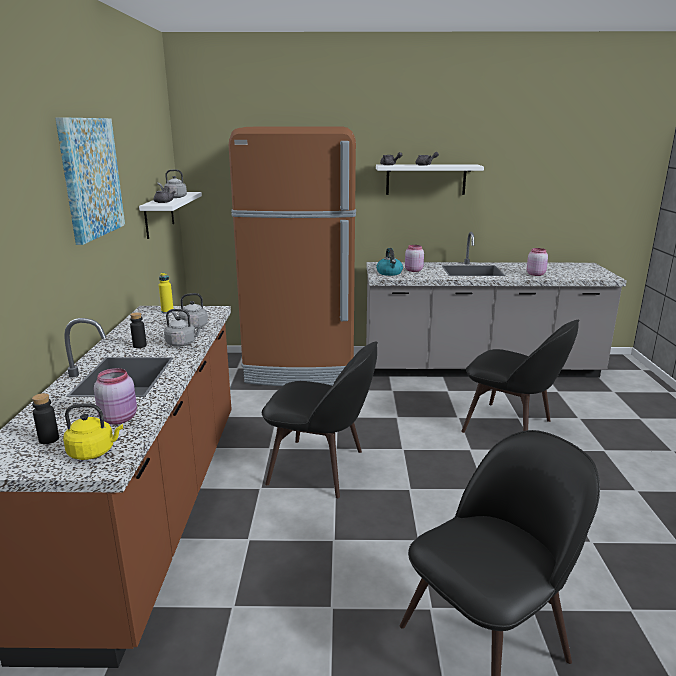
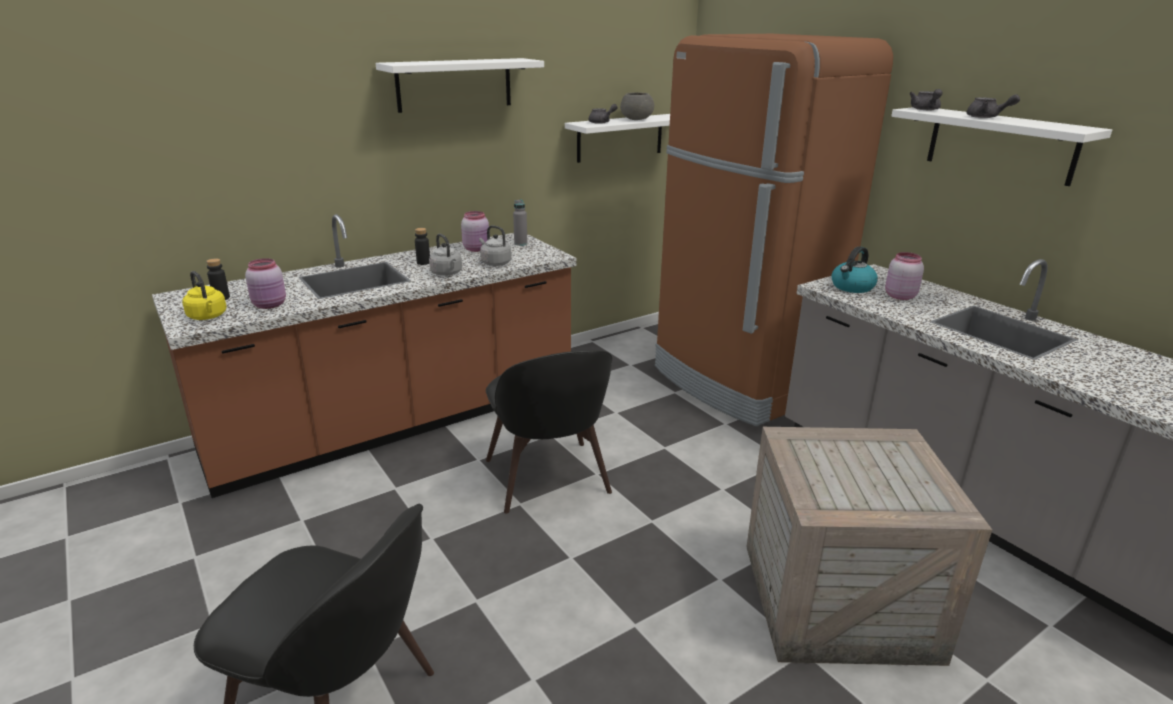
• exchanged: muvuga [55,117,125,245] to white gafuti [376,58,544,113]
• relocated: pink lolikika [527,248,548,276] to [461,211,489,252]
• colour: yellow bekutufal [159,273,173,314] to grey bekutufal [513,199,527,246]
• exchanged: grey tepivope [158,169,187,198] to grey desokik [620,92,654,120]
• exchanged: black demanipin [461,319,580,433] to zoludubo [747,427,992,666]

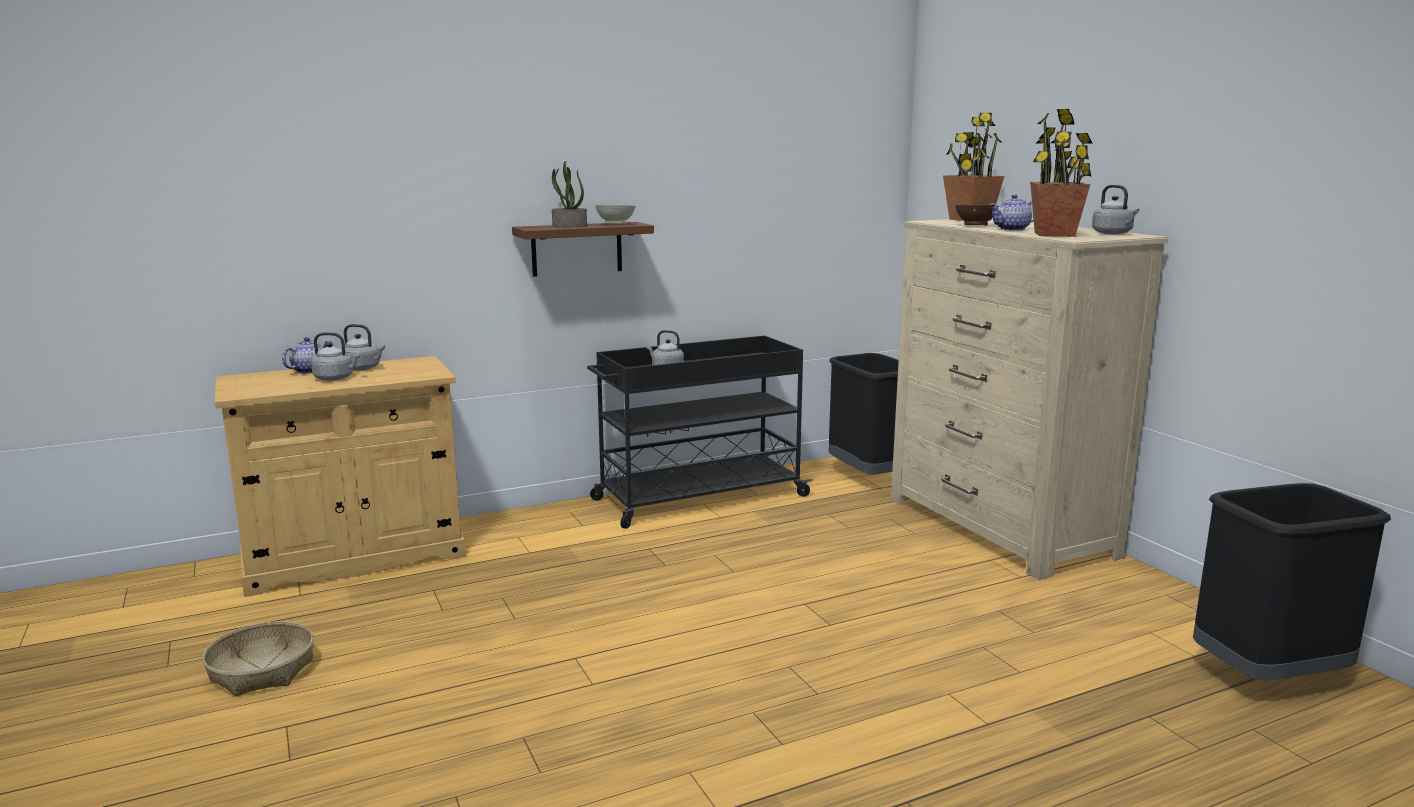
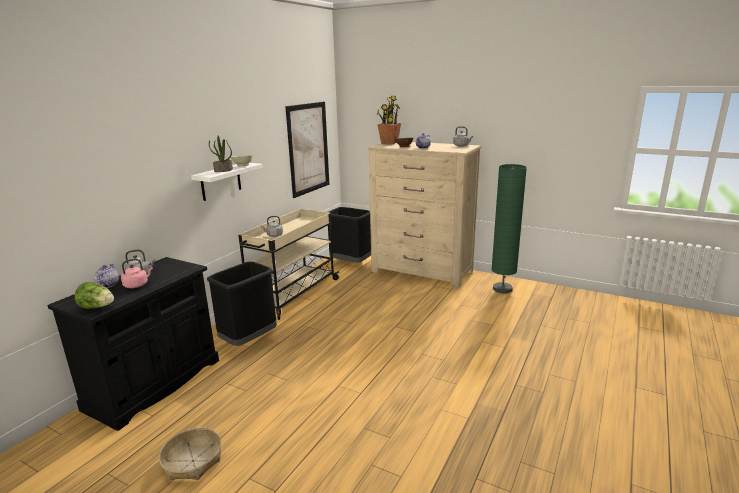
• colour: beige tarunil [215,356,466,597] to black tarunil [47,257,219,431]
• appeared: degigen [75,282,114,309]
• colour: grey tepivope [311,332,361,381] to pink tepivope [121,258,153,288]
• colour: brown gafuti [512,222,654,277] to white gafuti [191,163,263,201]
• relocated: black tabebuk [1193,483,1391,680] to [207,261,277,346]
• colour: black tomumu [587,336,813,529] to beige tomumu [238,209,339,320]
• appeared: muvuga [285,101,330,198]
• appeared: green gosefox [492,164,527,294]
• missing: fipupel [1030,109,1092,237]

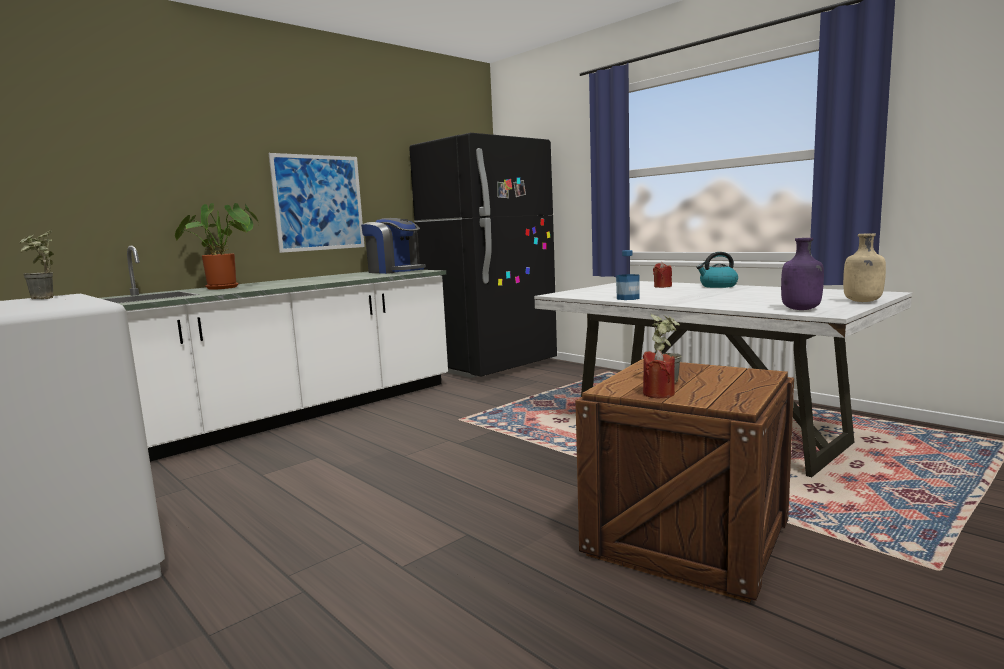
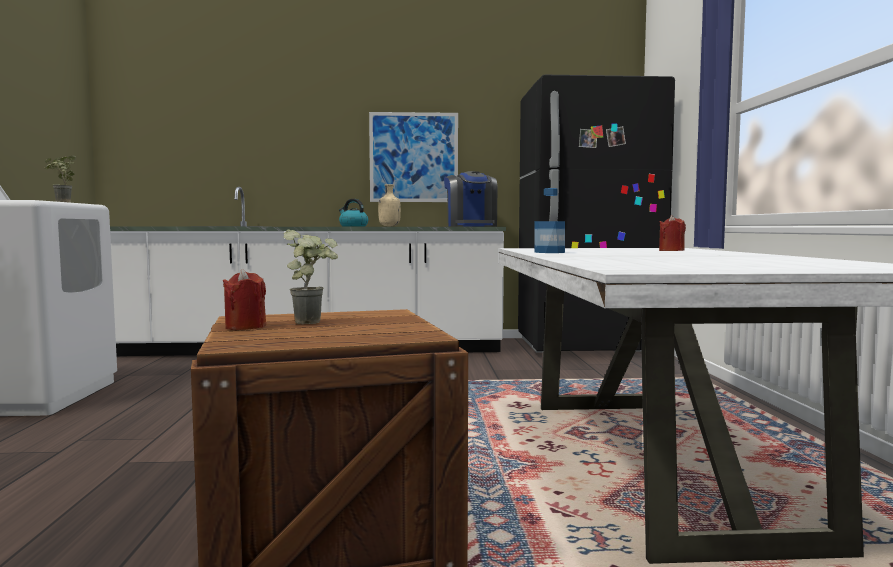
• relocated: tepivope [696,252,738,288] to [339,199,368,226]
• relocated: beige bekutufal [843,233,886,302] to [378,184,401,227]
• missing: fipupel [175,203,259,290]
• missing: purple bekutufal [781,238,824,310]

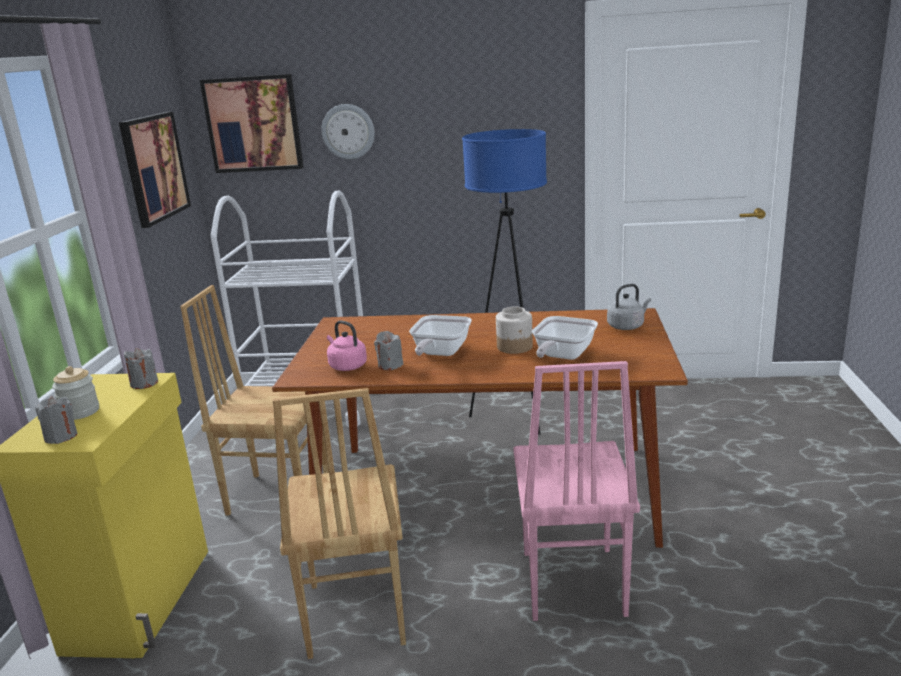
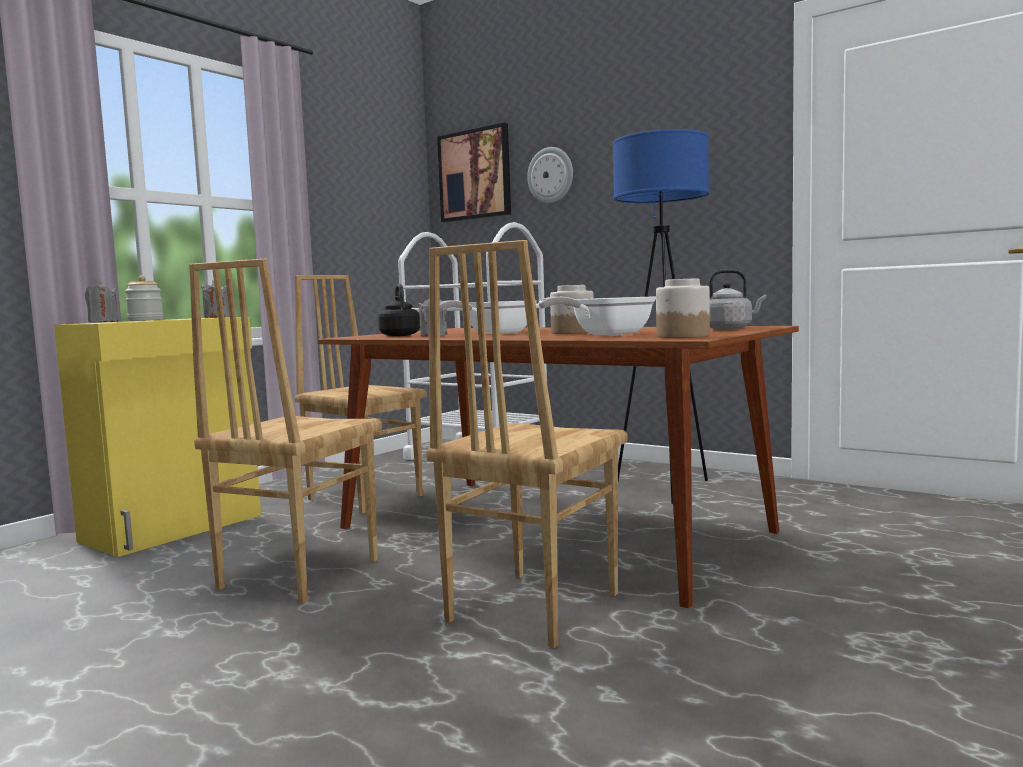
• colour: pink tepivope [327,320,367,371] to black tepivope [378,284,420,336]
• colour: pink demanipin [513,361,640,621] to brown demanipin [426,240,628,648]
• appeared: lolikika [656,278,710,338]
• missing: muvuga [119,112,191,228]

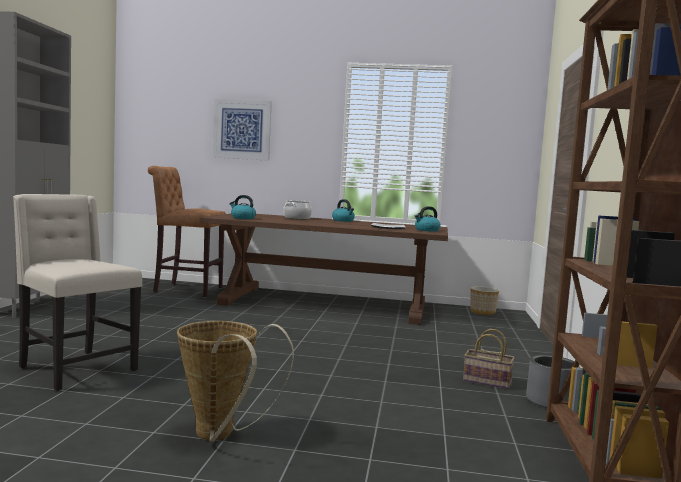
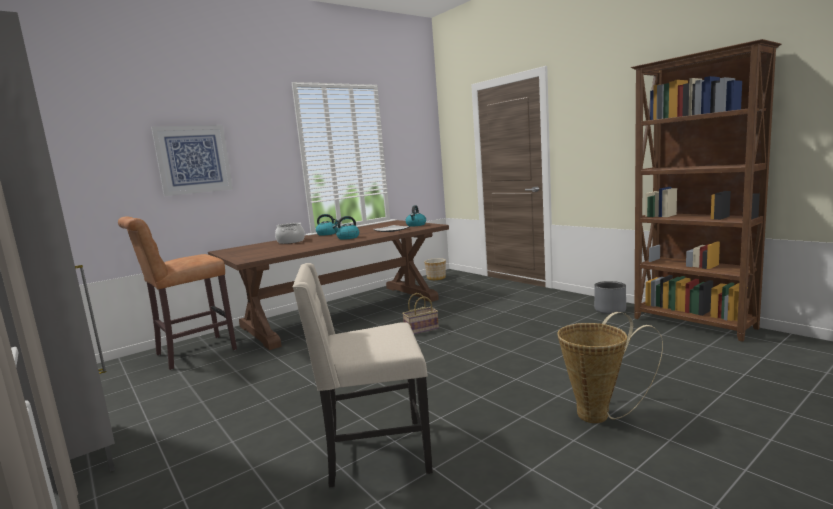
• relocated: tepivope [230,195,256,219] to [333,216,359,240]
• relocated: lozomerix [463,329,515,389] to [402,293,439,334]

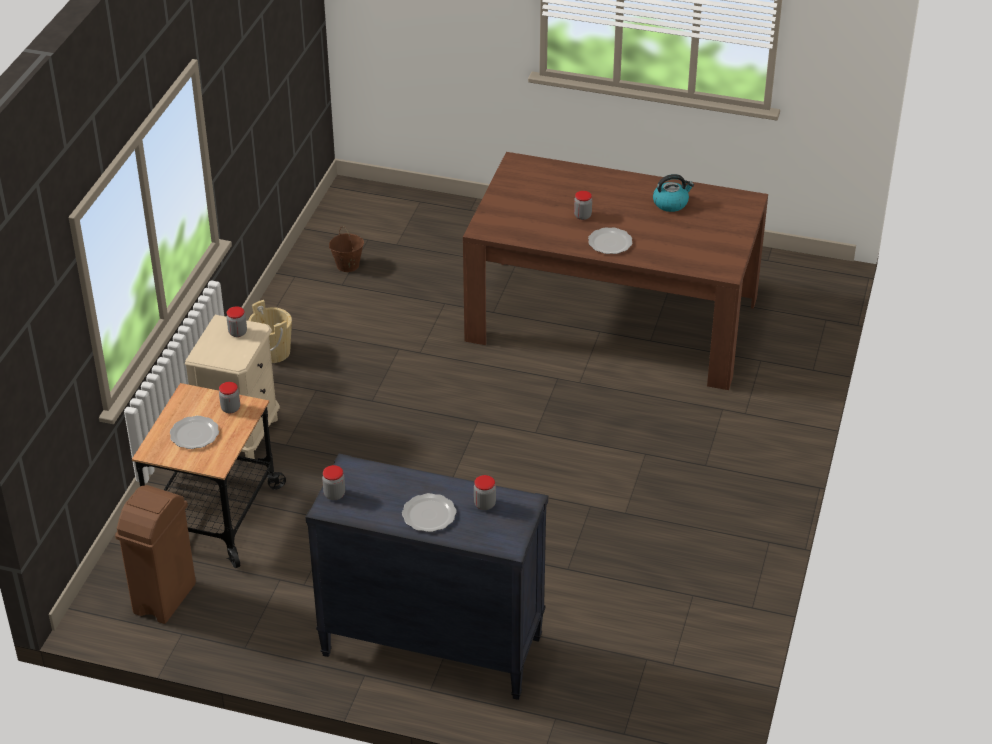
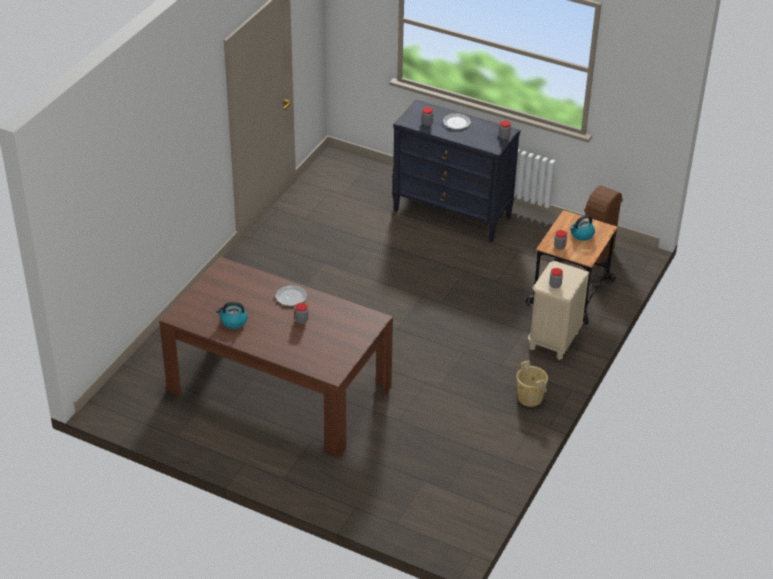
• exchanged: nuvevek [170,416,219,449] to tepivope [570,215,595,241]
• missing: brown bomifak [329,227,364,272]

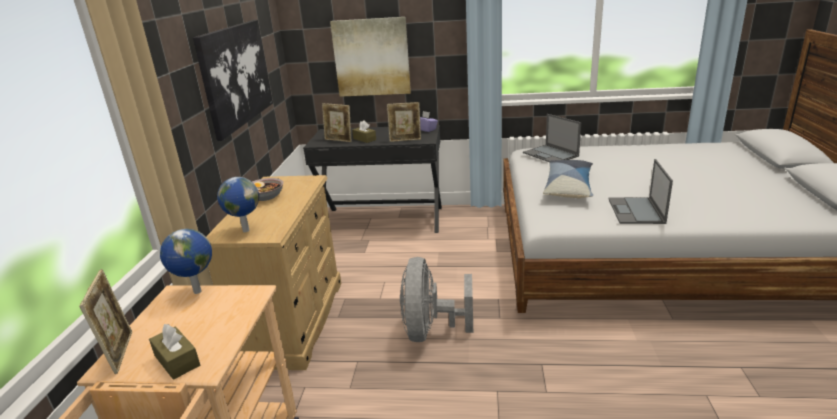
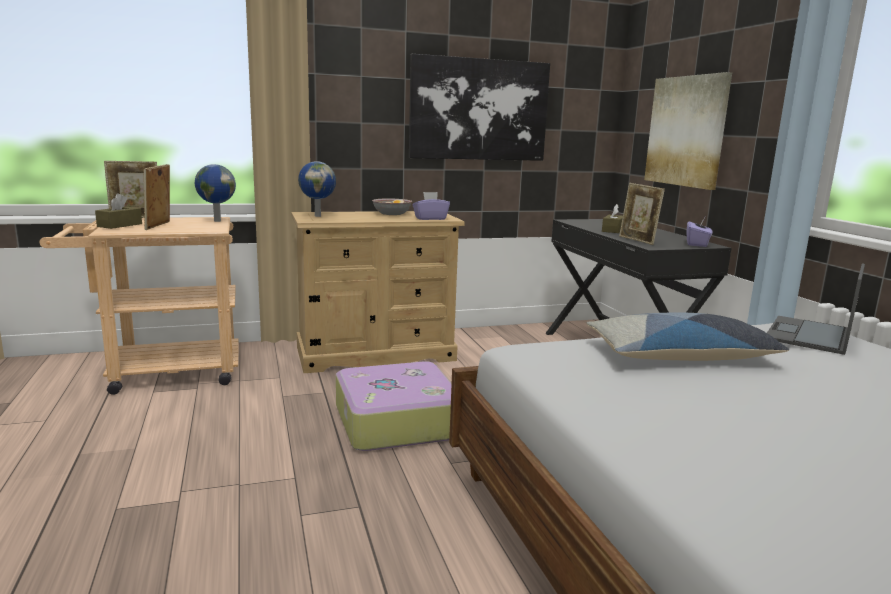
• relocated: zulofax [322,103,352,142] to [143,164,170,230]
• exchanged: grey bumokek [400,257,473,342] to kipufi [336,361,452,451]
• appeared: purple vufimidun [413,192,450,220]
• missing: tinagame [608,159,673,224]

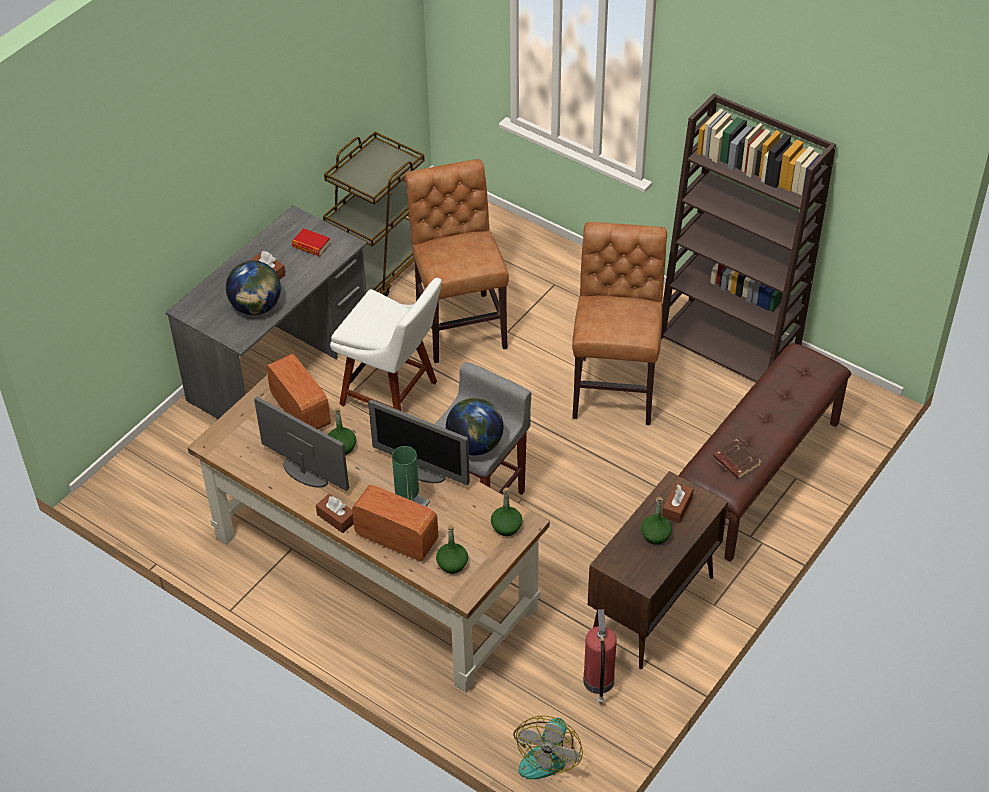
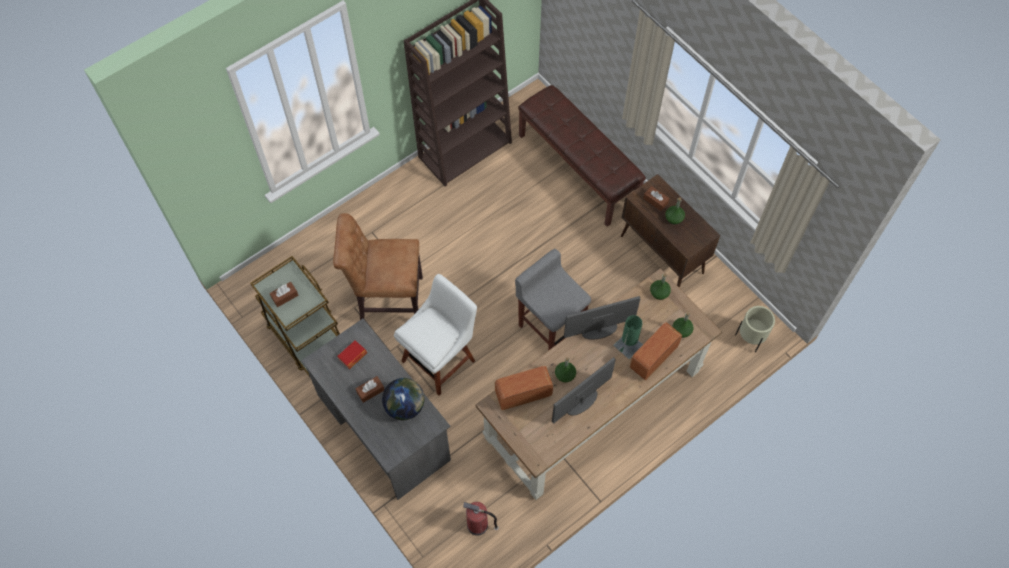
• relocated: brown vufimidun [316,494,354,533] to [270,282,299,307]
• relocated: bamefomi [583,609,617,704] to [463,502,499,536]
• spun: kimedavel [368,399,470,485] = [564,296,640,340] 150 degrees counterclockwise
• exchanged: bumokek [513,715,583,779] to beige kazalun [735,306,775,352]
• missing: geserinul [446,398,503,456]
• missing: brown demanipin [572,222,667,425]
• missing: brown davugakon [713,439,762,479]

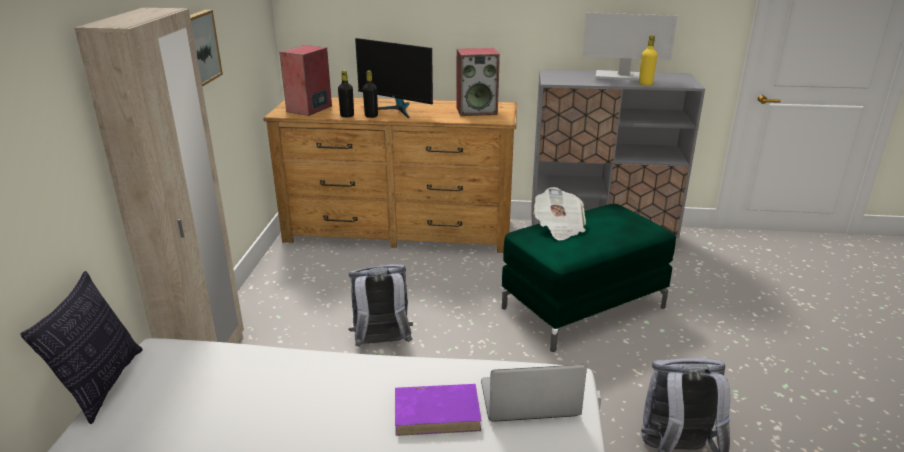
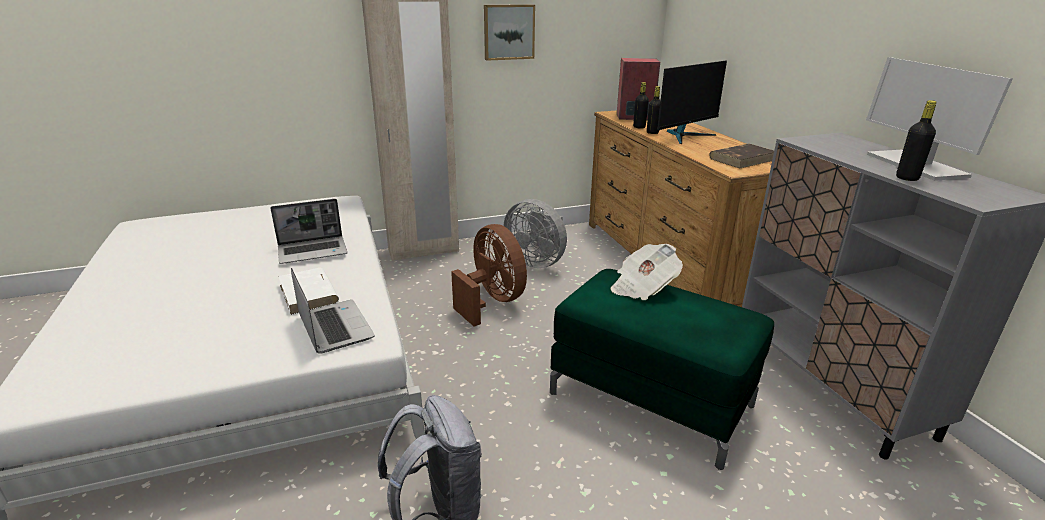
• appeared: tinagame [270,199,347,264]
• colour: purple davugakon [395,384,482,436] to white davugakon [278,268,339,315]
• exchanged: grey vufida [348,264,413,347] to brown bumokek [451,224,527,327]
• appeared: grey bumokek [504,199,567,268]
• spun: kimedavel [355,38,433,118] = [657,61,727,144] 135 degrees counterclockwise
• exchanged: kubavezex [456,48,500,116] to brown davugakon [709,144,774,168]
• colour: yellow bekutufal [639,35,657,85] to black bekutufal [896,100,937,181]
• missing: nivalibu [21,271,143,424]

